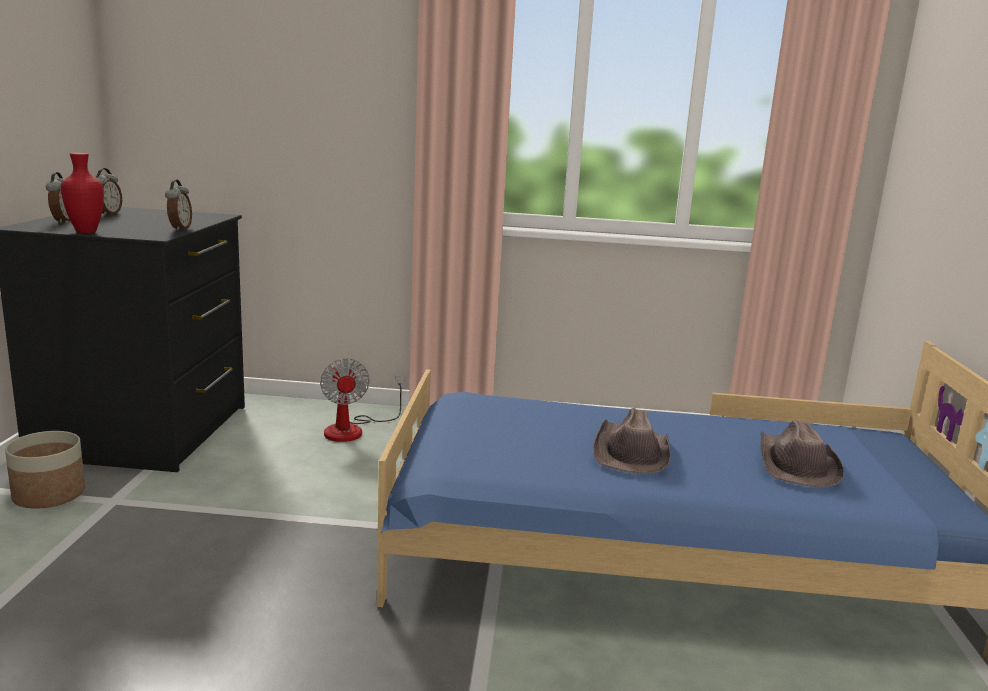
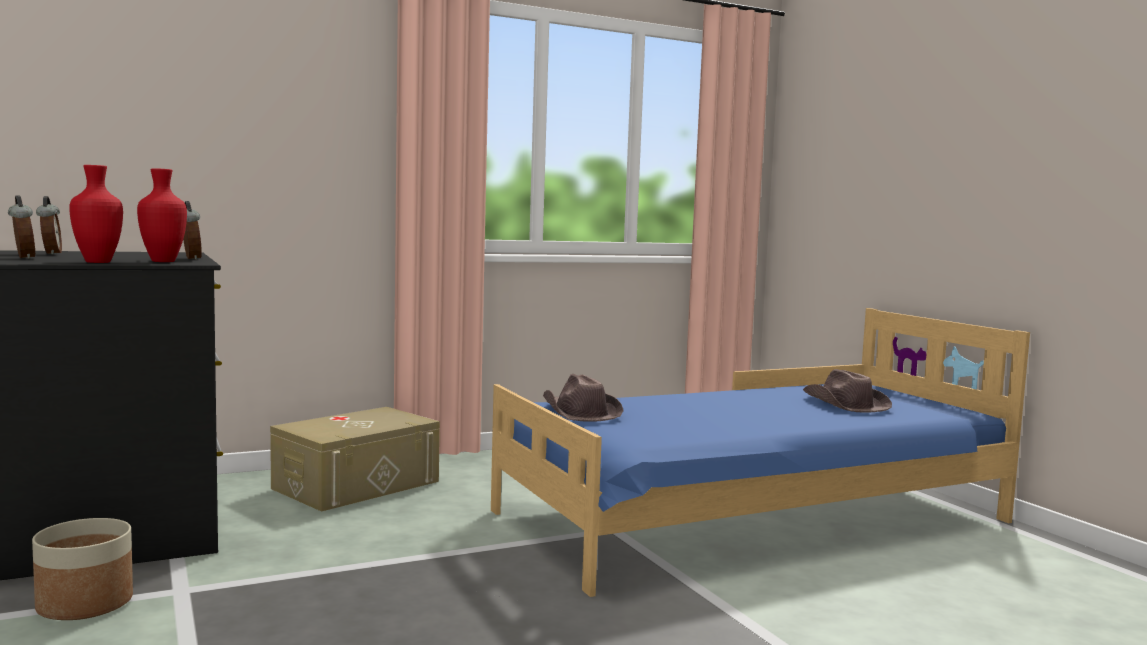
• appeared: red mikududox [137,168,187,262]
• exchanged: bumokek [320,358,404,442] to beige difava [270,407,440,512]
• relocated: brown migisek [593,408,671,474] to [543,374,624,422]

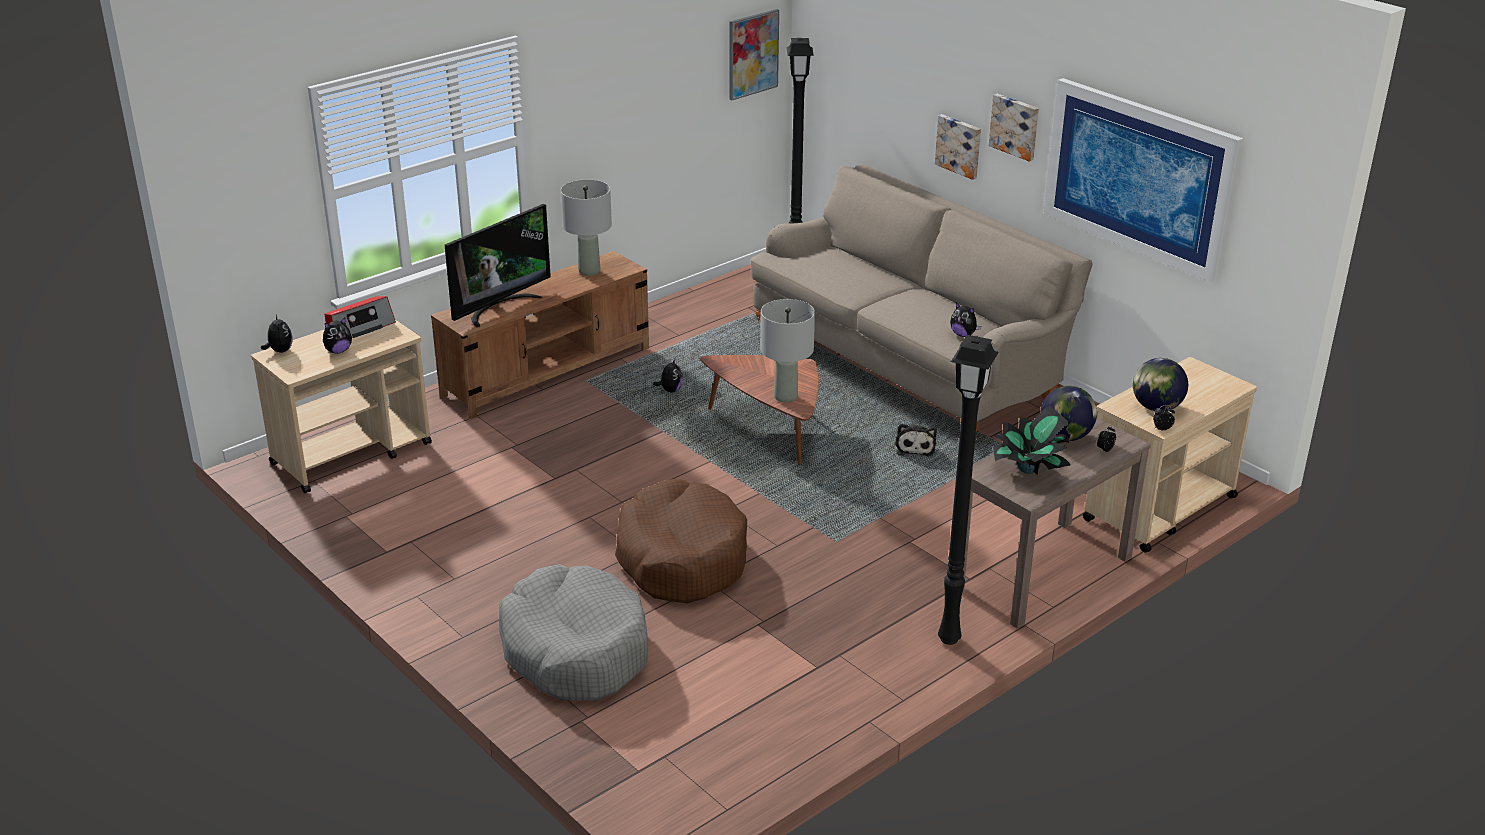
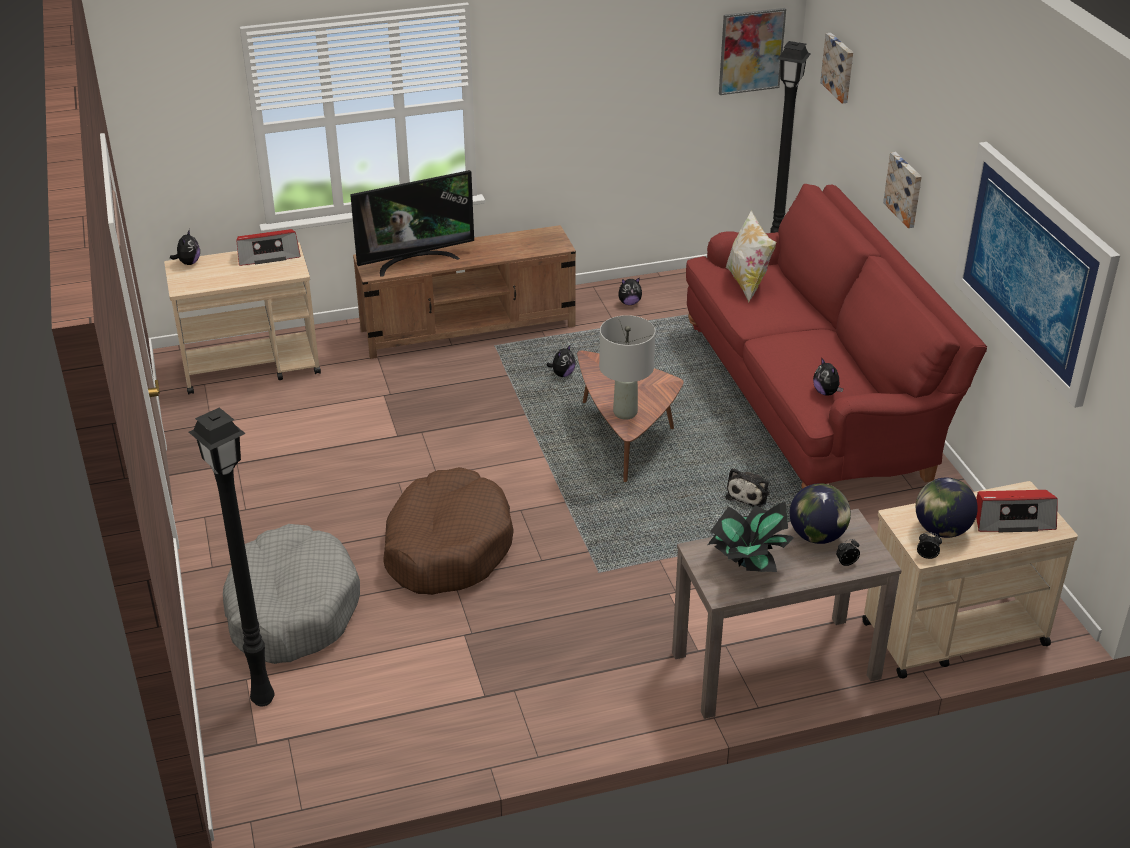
• relocated: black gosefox [938,335,999,645] to [189,408,275,707]
• relocated: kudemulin [323,317,352,354] to [618,277,642,305]
• colour: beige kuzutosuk [751,164,1093,440] to red kuzutosuk [686,184,987,489]
• appeared: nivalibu [726,210,776,303]
• relocated: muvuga [989,94,1039,162] to [820,33,853,104]
• appeared: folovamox [976,490,1058,532]
• missing: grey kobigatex [561,180,612,276]

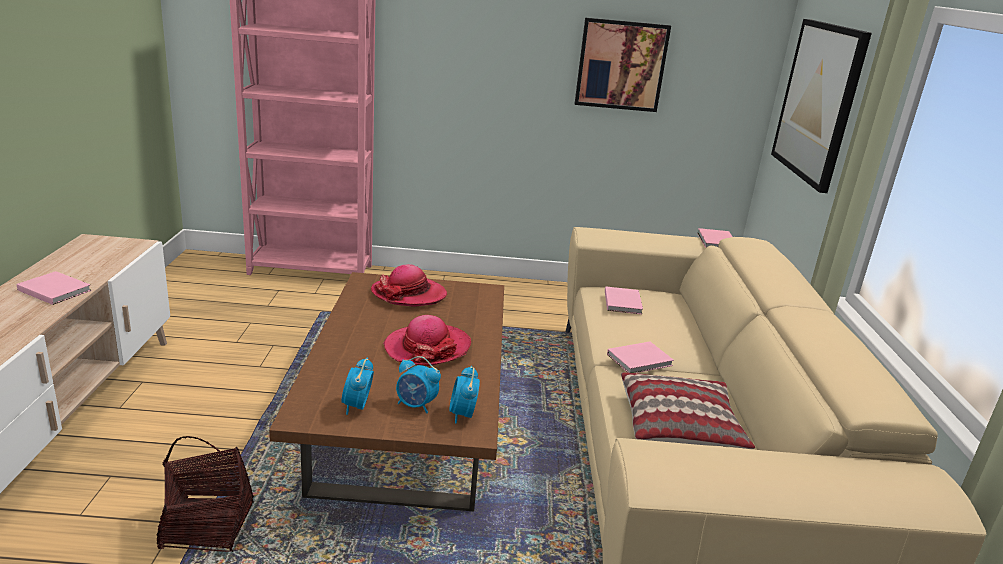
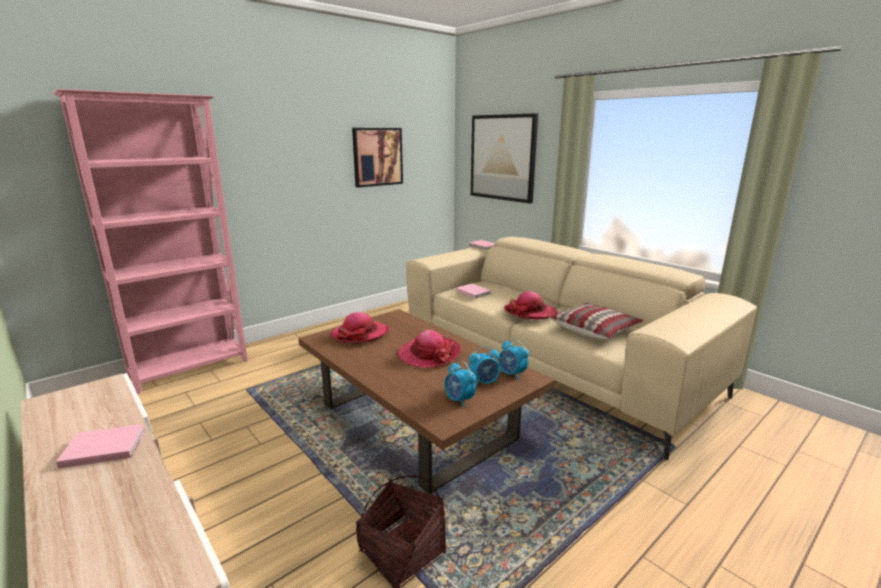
• exchanged: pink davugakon [607,342,674,373] to migisek [504,291,558,320]

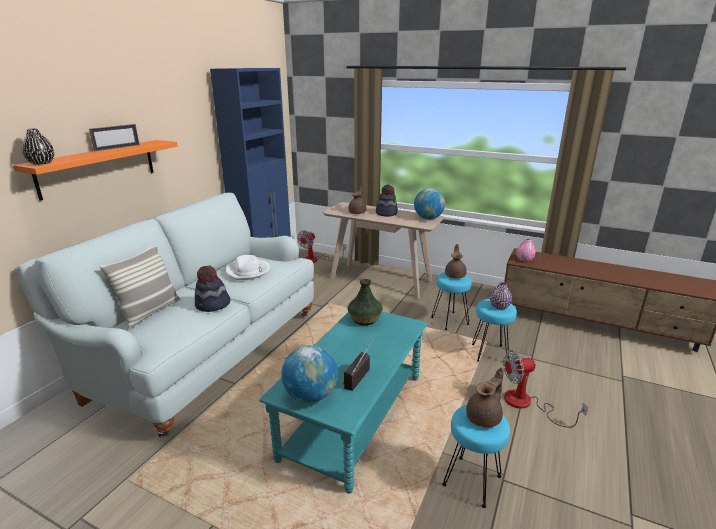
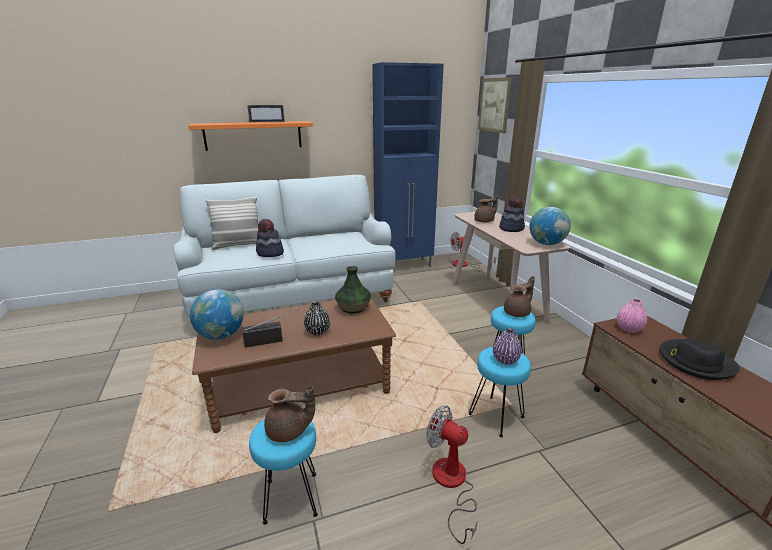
• colour: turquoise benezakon [259,312,427,494] to brown benezakon [192,298,396,433]
• relocated: black mikududox [22,129,54,165] to [304,302,330,335]
• appeared: muvuga [478,77,512,134]
• appeared: black migisek [660,338,740,380]
• missing: white migisek [226,255,270,280]

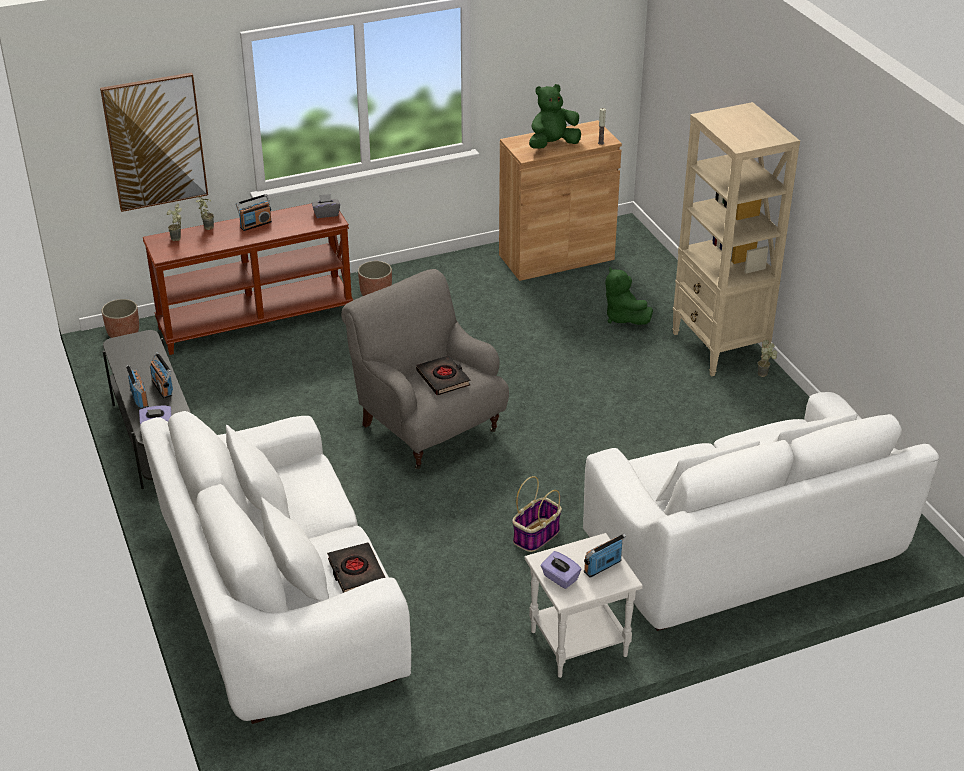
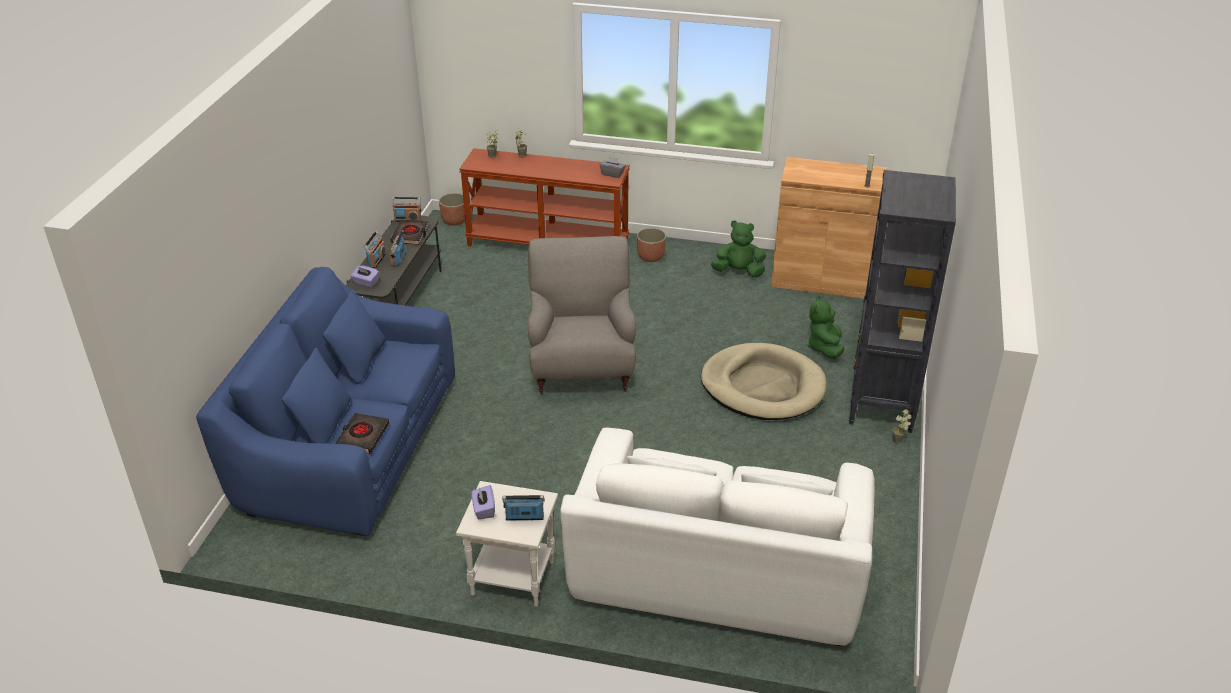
• colour: white kuzutosuk [140,411,411,724] to blue kuzutosuk [196,267,455,536]
• relocated: black davugakon [416,355,471,396] to [391,220,429,245]
• relocated: folovamox [236,194,272,231] to [392,197,422,222]
• appeared: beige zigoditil [701,343,827,420]
• relocated: green kudemulin [529,84,581,149] to [711,221,766,278]
• colour: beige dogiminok [672,102,800,376] to black dogiminok [849,170,956,433]
• missing: muvuga [100,73,208,212]
• missing: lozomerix [512,476,562,552]

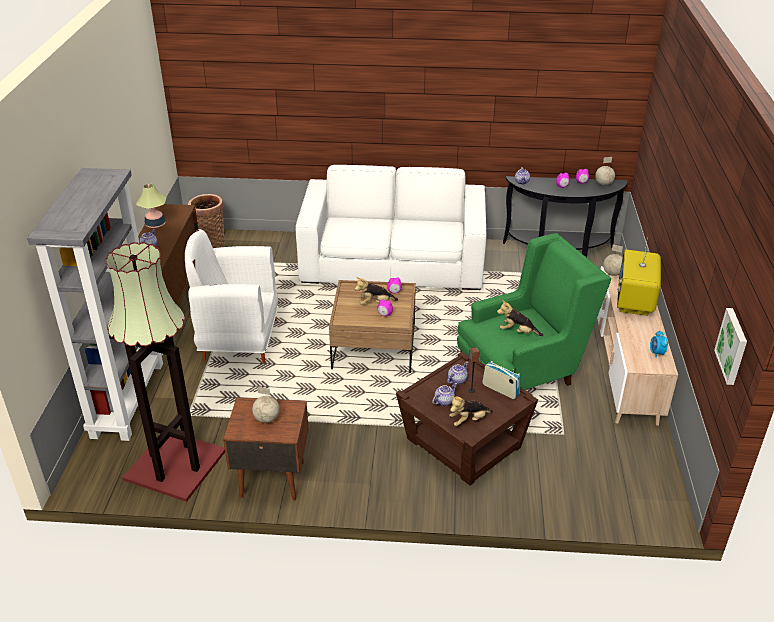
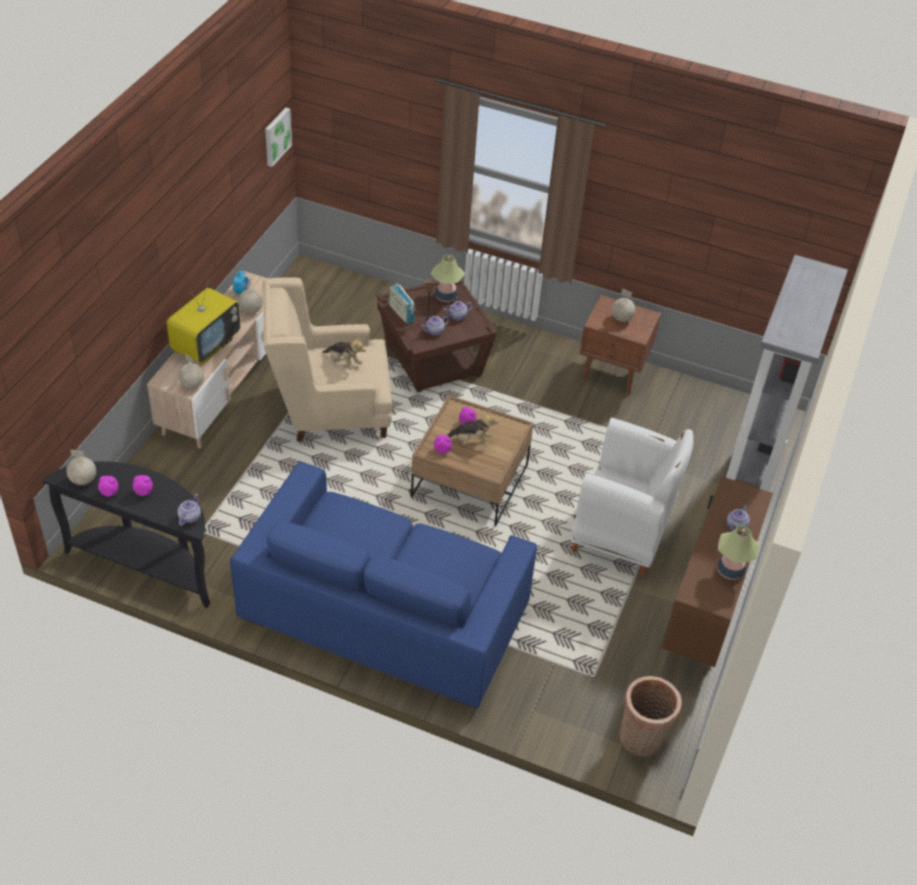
• colour: white kuzutosuk [296,165,486,290] to blue kuzutosuk [230,462,537,709]
• appeared: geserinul [238,279,263,313]
• colour: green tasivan [457,233,611,390] to beige tasivan [262,277,392,442]
• exchanged: kudemulin [449,396,493,426] to kobigatex [431,255,465,302]
• missing: gosefox [105,242,225,502]

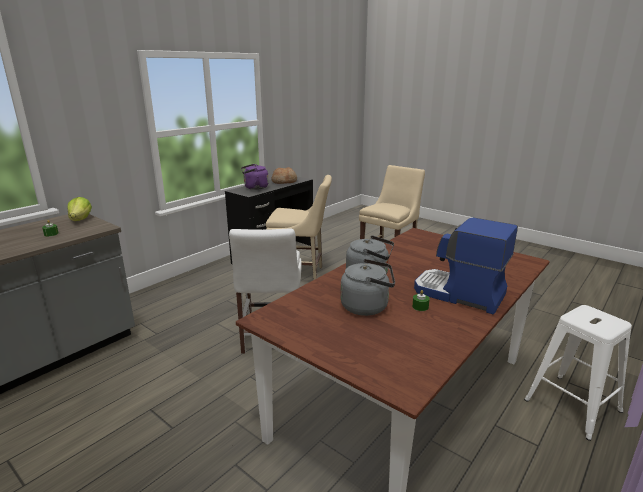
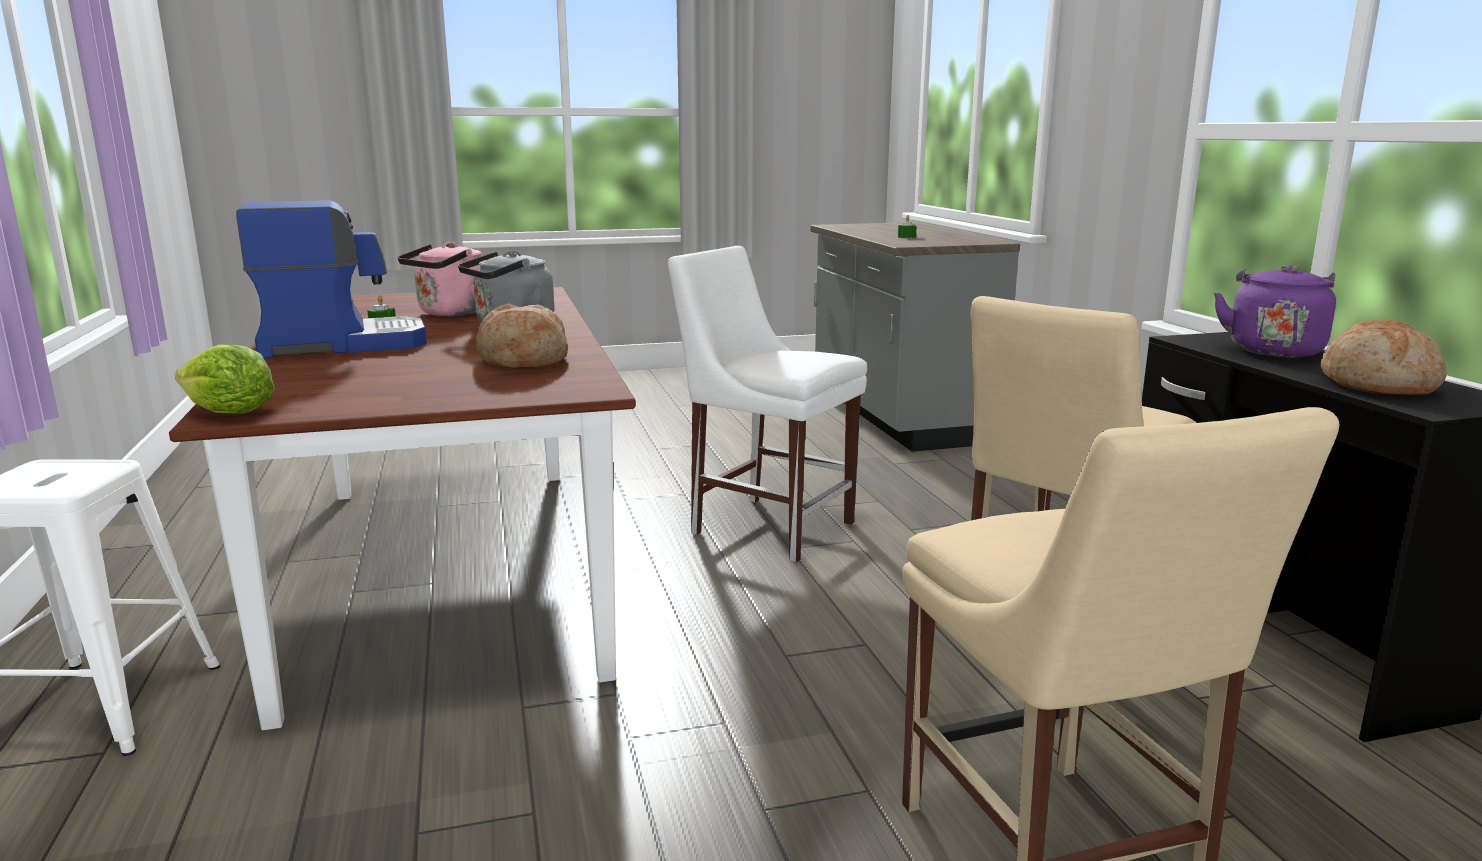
• relocated: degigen [68,197,92,221] to [175,344,275,414]
• colour: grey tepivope [340,259,395,316] to pink tepivope [398,242,482,316]
• appeared: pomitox [476,304,568,369]

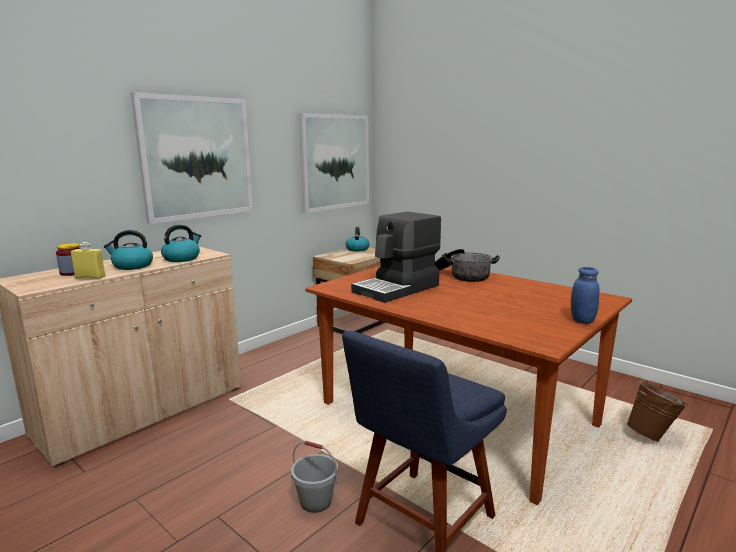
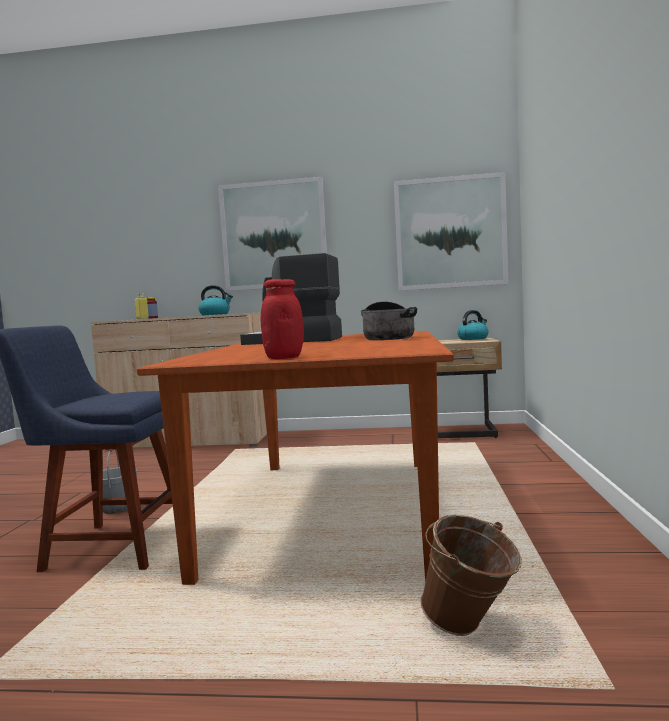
• colour: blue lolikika [571,267,599,324] to red lolikika [261,279,304,359]
• missing: tepivope [104,230,153,270]

